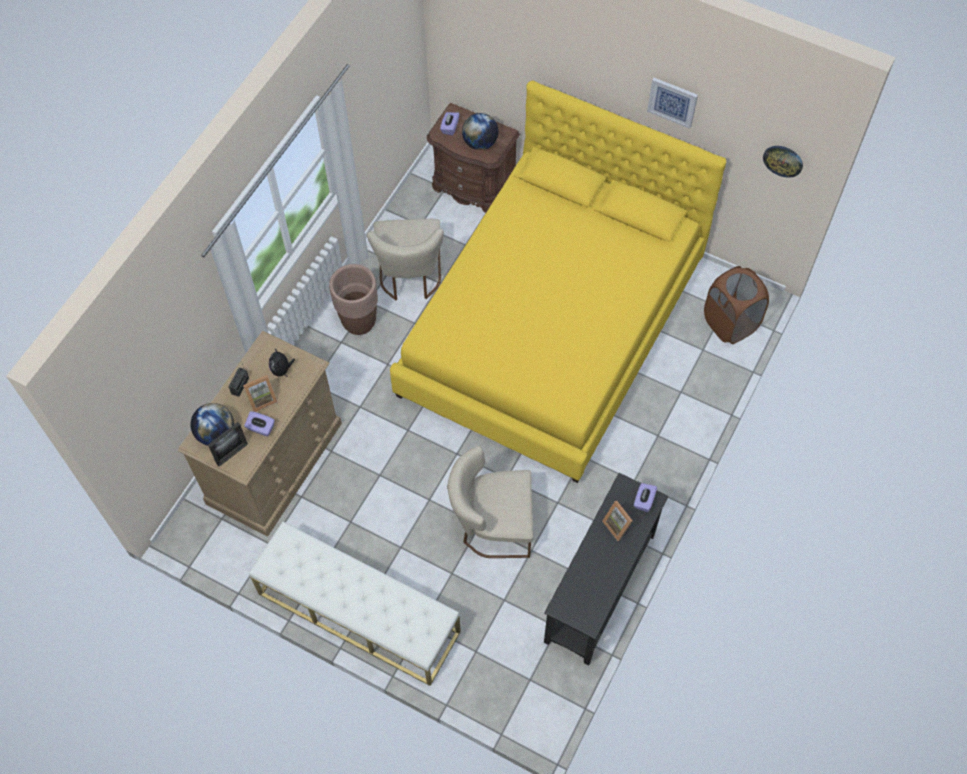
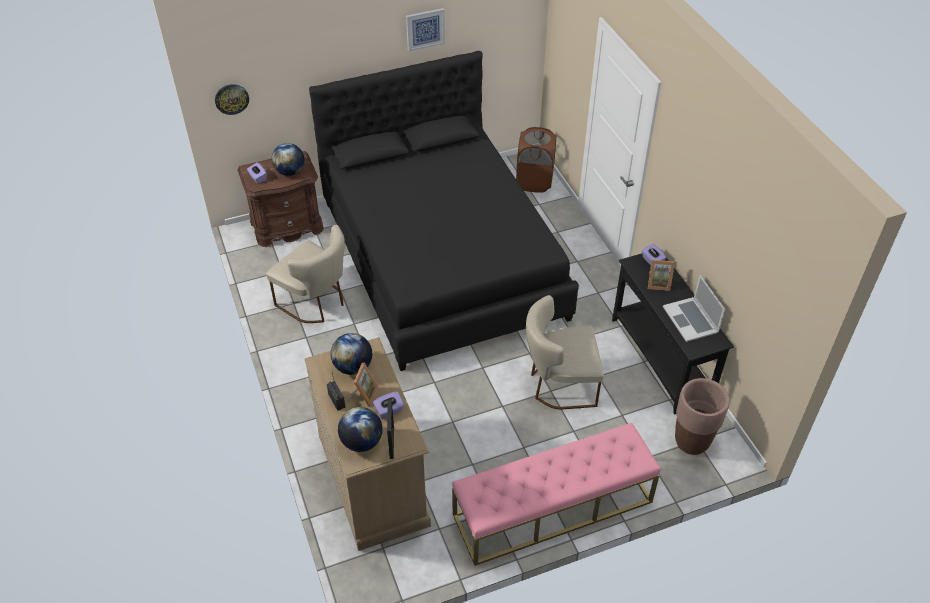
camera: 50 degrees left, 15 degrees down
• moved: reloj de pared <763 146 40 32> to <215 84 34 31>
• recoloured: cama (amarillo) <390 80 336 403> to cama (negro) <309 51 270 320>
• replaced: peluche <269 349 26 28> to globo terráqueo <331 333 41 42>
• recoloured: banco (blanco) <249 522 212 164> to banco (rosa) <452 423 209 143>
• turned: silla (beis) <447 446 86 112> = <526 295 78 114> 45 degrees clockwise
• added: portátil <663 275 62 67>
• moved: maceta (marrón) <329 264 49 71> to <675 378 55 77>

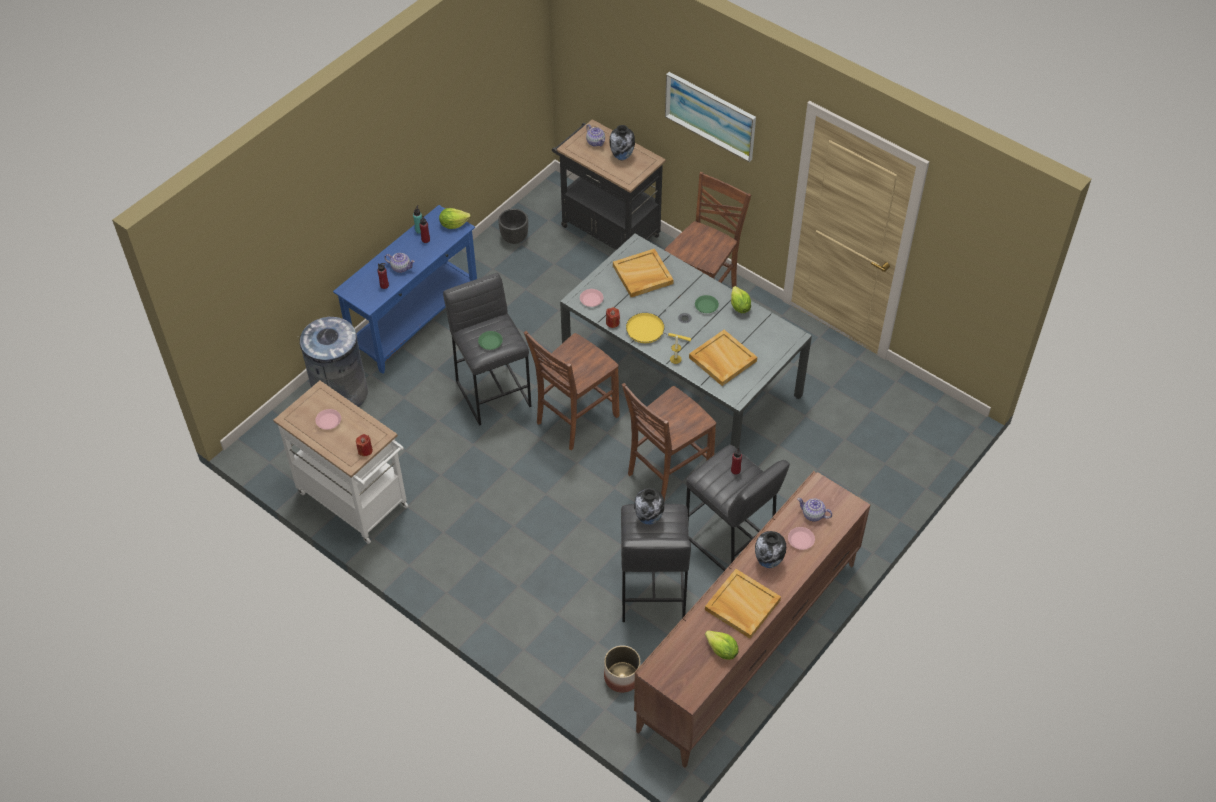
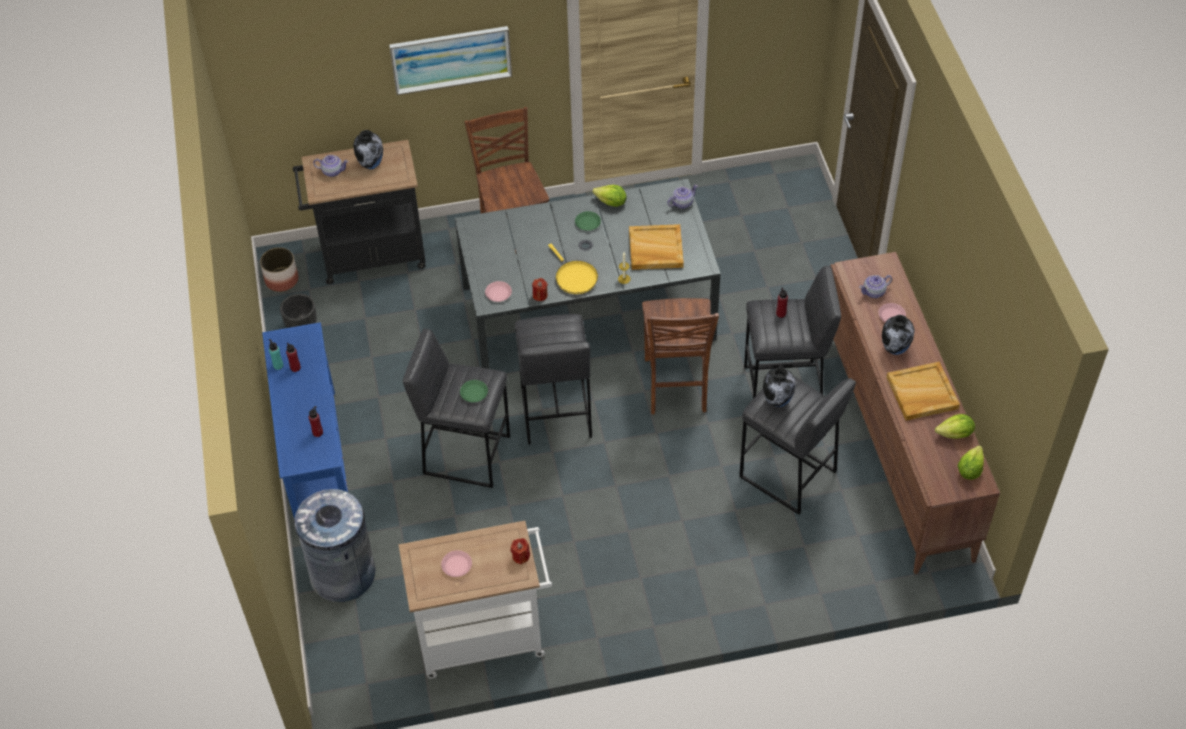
camera: 50 degrees left, 0 degrees up
• moved: maceta <604 645 37 48> to <260 247 38 45>
• replaced: silla (marrón) <524 331 96 119> to taburete (gris) <515 314 77 131>
• turned: sartén (amarillo) <626 313 65 30> = <548 244 50 50> 90 degrees counterclockwise
• moved: tetera <384 253 31 20> to <667 185 31 24>
• moved: lechuga <439 208 32 21> to <958 445 26 35>
• removed: bandeja (beis) <613 249 60 48>

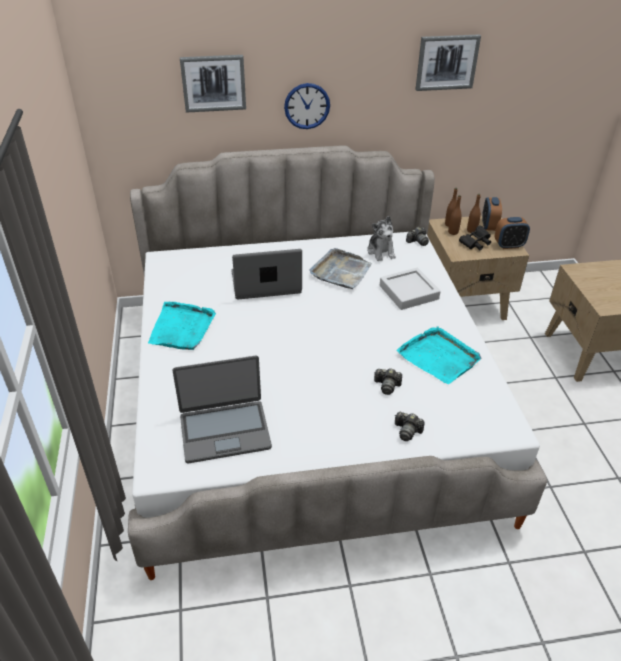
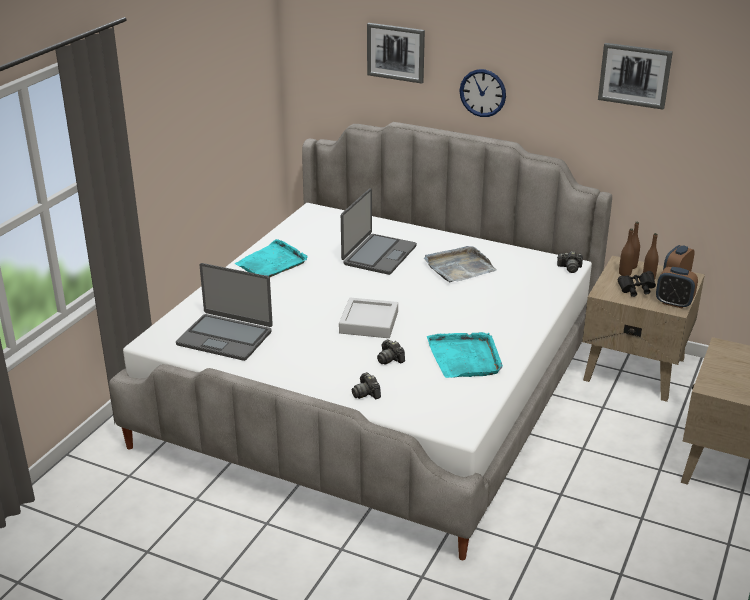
camera: 35 degrees right, 10 degrees down
• moved: bandeja (gris) <380 268 61 42> to <339 298 59 40>
• turned: portátil <232 249 70 50> = <341 188 76 87> 90 degrees clockwise
• removed: peluche <367 216 29 45>

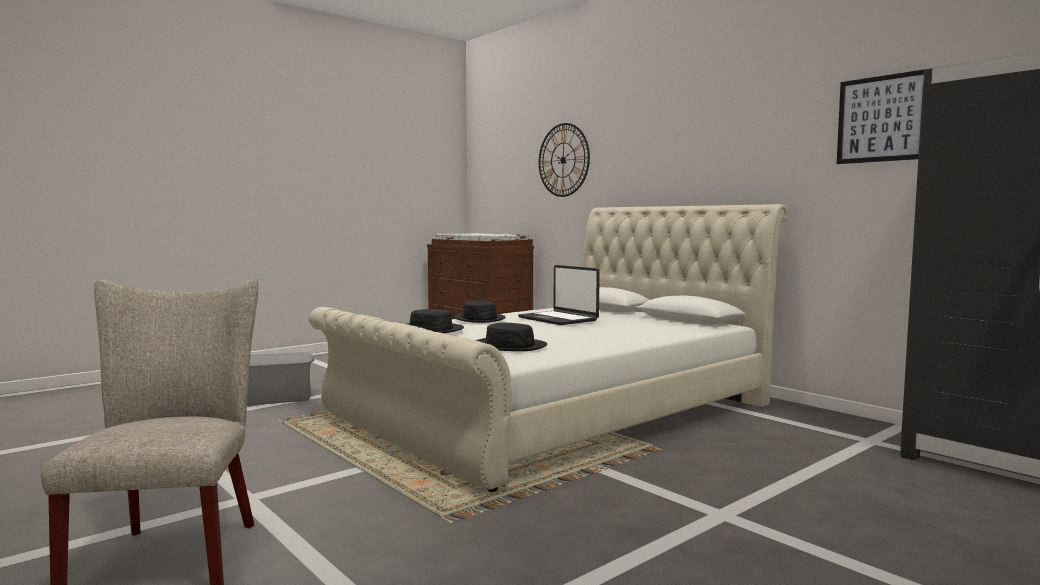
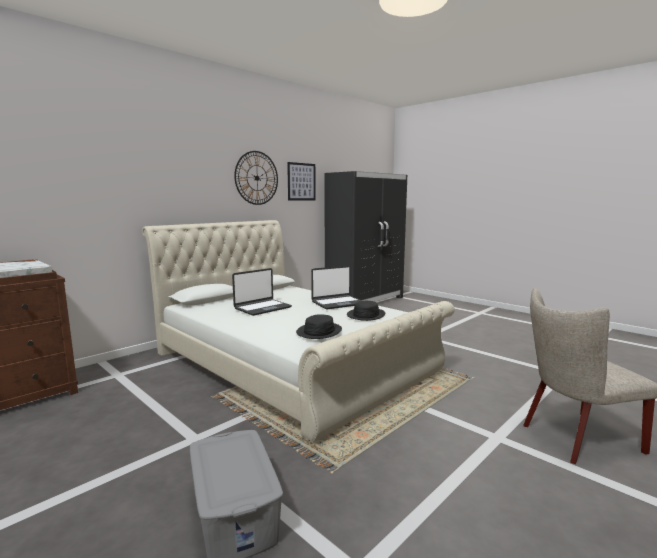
camera: 95 degrees left, 5 degrees up
• moved: reloj de pared <539 123 51 74> to <234 151 44 54>
• added: portátil <311 266 51 43>
• removed: sombrero (negro) <453 300 53 23>

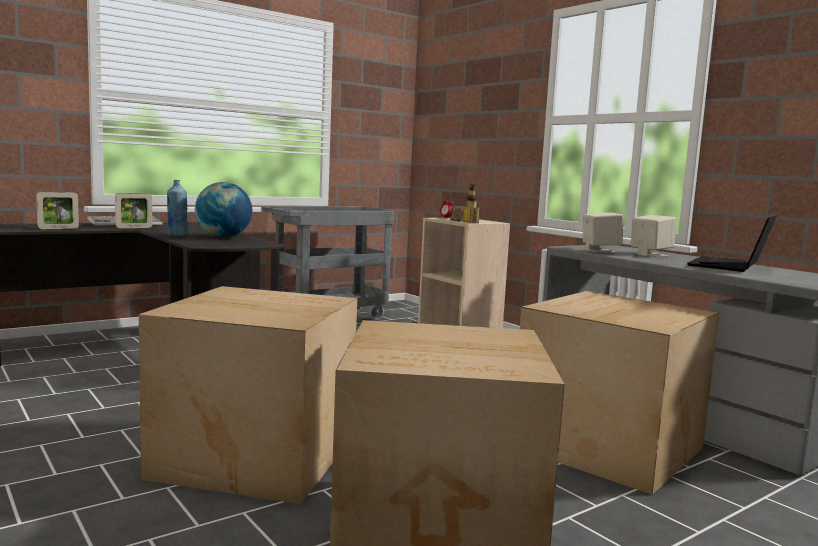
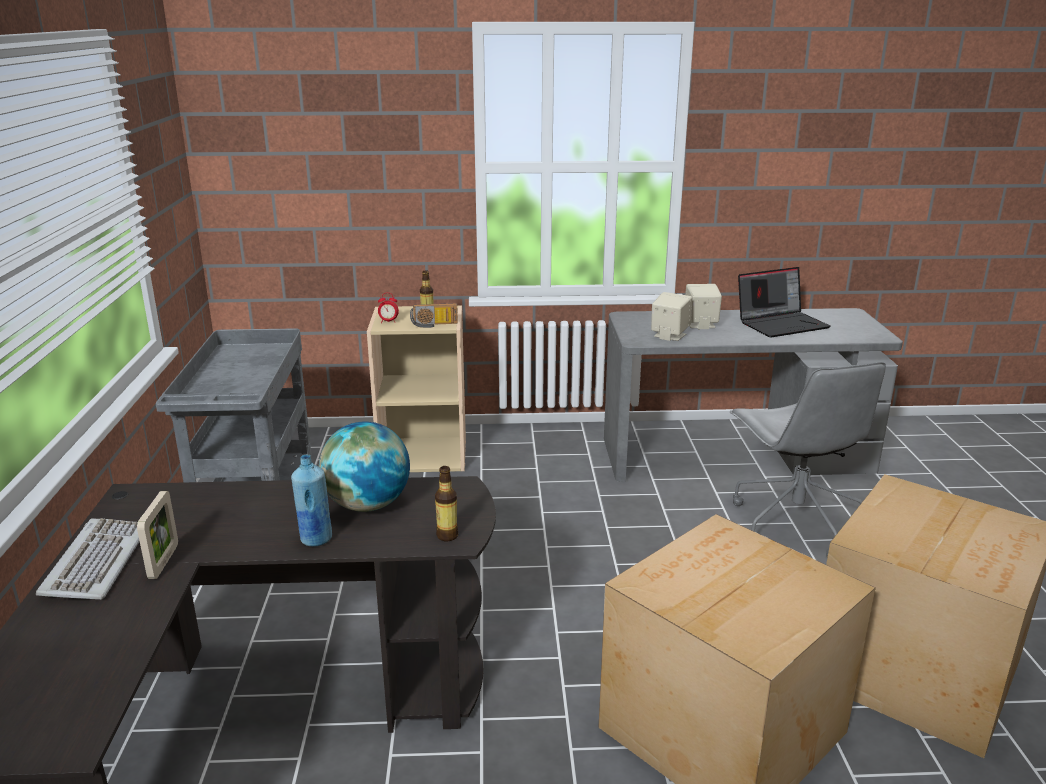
camera: 55 degrees left, 15 degrees up
• added: botella <435 466 23 75>
• replaced: caja de cartón <520 291 199 204> to silla de oficina (gris) <730 362 156 195>
• turned: portátil <687 214 90 58> = <738 267 93 71> 90 degrees counterclockwise
• removed: portarretratos <36 192 43 37>

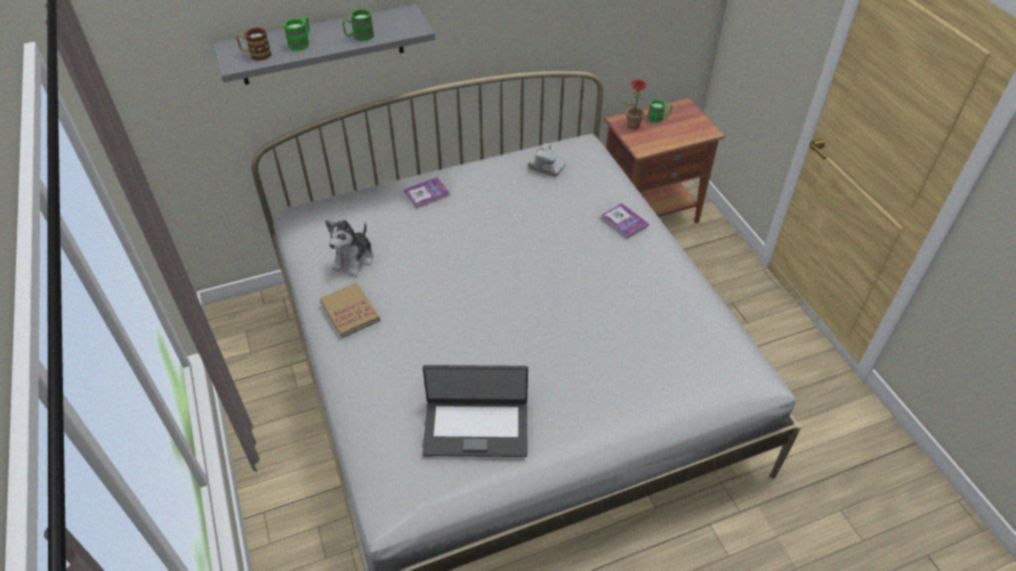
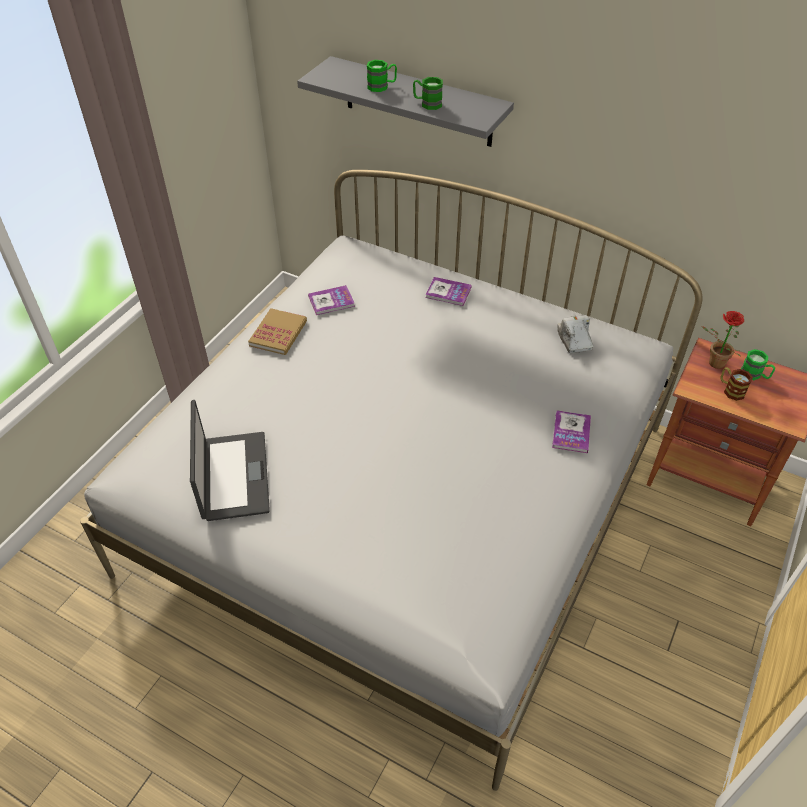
camera: 50 degrees right, 0 degrees up
• turned: portátil <422 365 106 92> = <190 400 80 121> 150 degrees counterclockwise
• replaced: peluche <325 220 48 57> to libro <308 285 47 30>
• moved: taza grande <236 27 36 34> to <720 367 33 34>

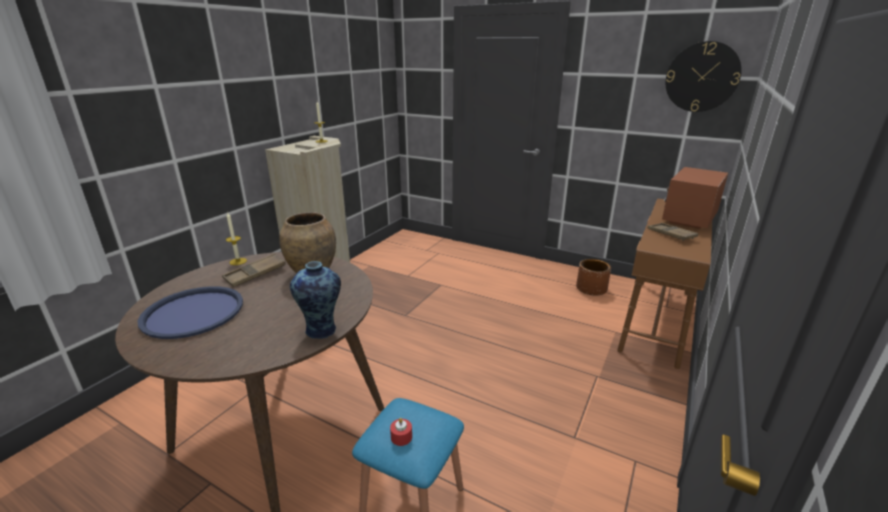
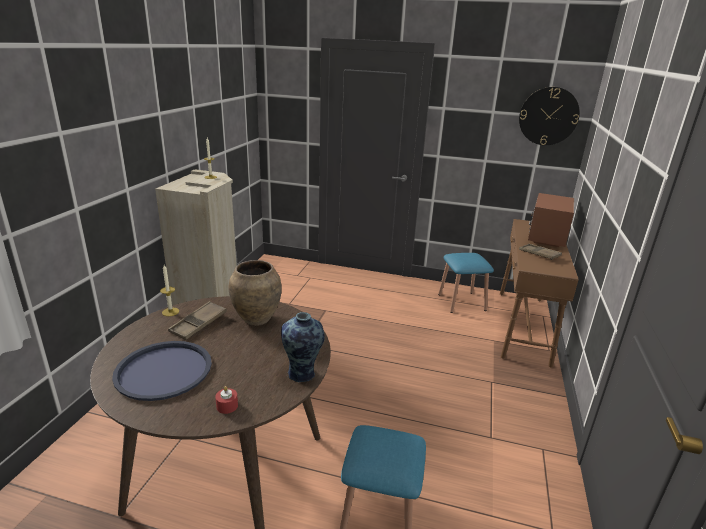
camera: 15 degrees left, 0 degrees up
• moved: vela (rojo) <390 418 22 28> to <215 386 23 28>
• replaced: maceta (marrón) <576 259 35 37> to taburete (azul) <438 253 56 60>

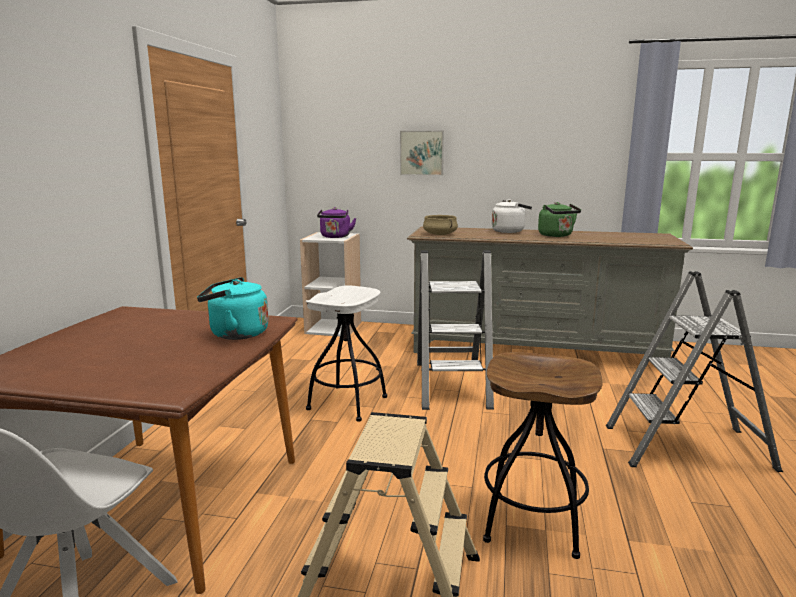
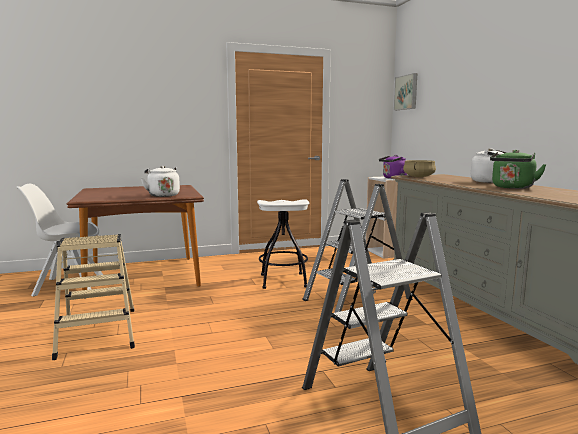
camera: 60 degrees right, 5 degrees down
• recoloured: hervidor (turquesa) <197 277 72 63> to hervidor (blanco) <141 166 39 31>
• moved: cuadro <400 131 44 45> to <394 73 23 37>
• removed: taburete (marrón) <483 352 120 207>

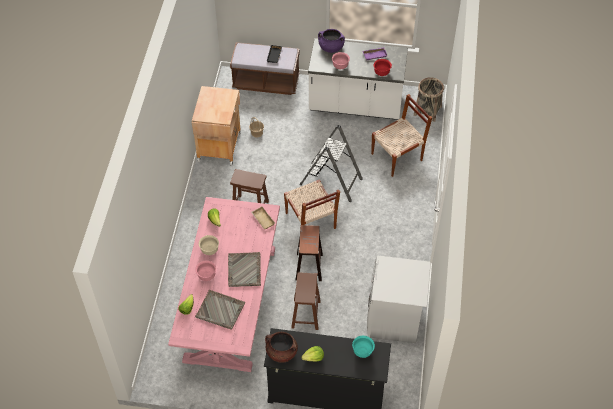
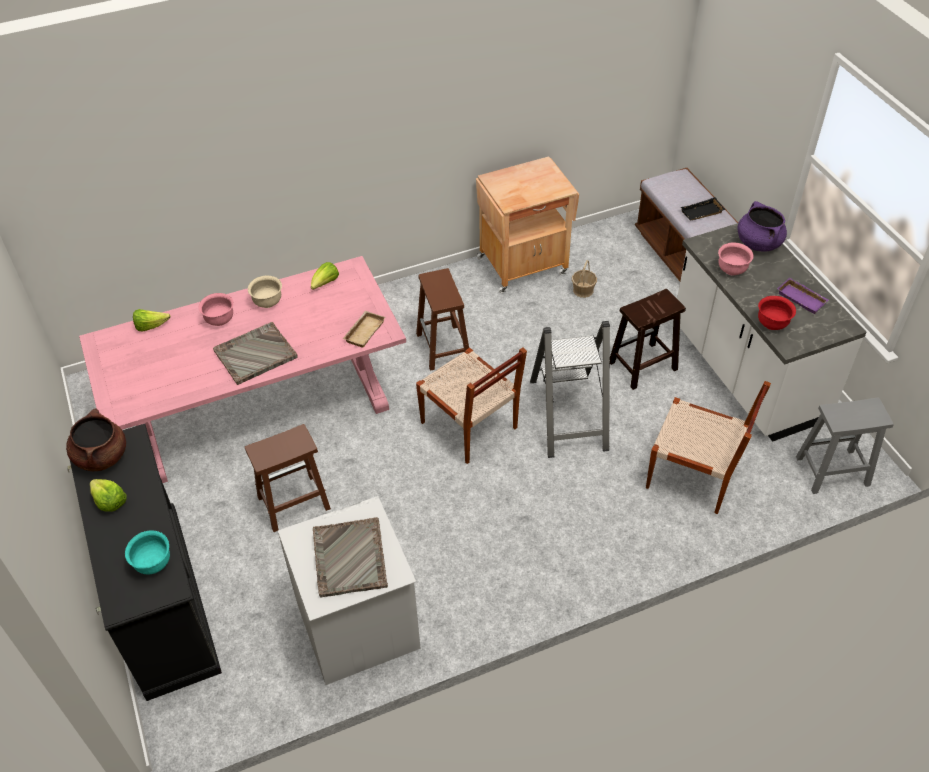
camera: 60 degrees right, 5 degrees down
• moved: bandeja (gris) <195 290 50 40> to <313 517 75 80>
• turned: silla <284 179 56 50> = <416 347 111 117> 75 degrees counterclockwise
• moved: taburete (marrón) <296 225 27 56> to <610 289 76 101>
• replaced: cesta <414 77 30 45> to taburete (gris) <796 398 98 96>

